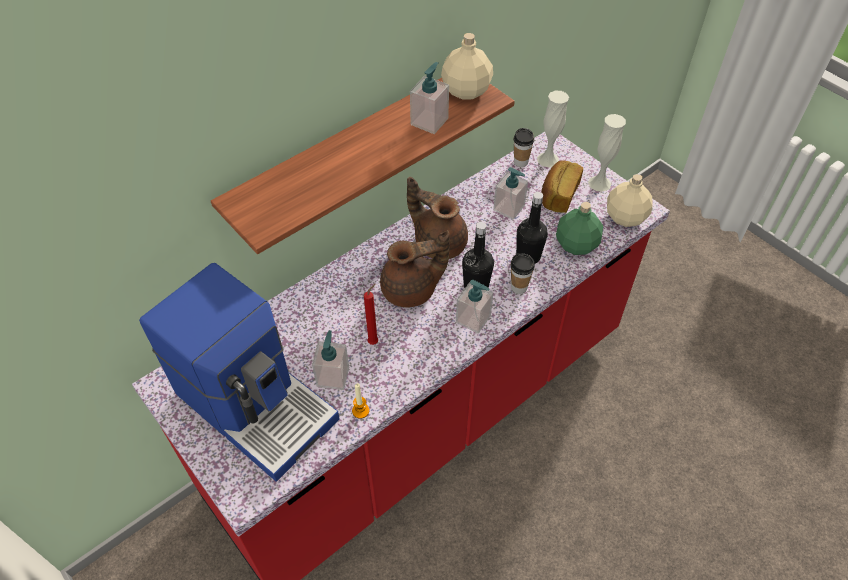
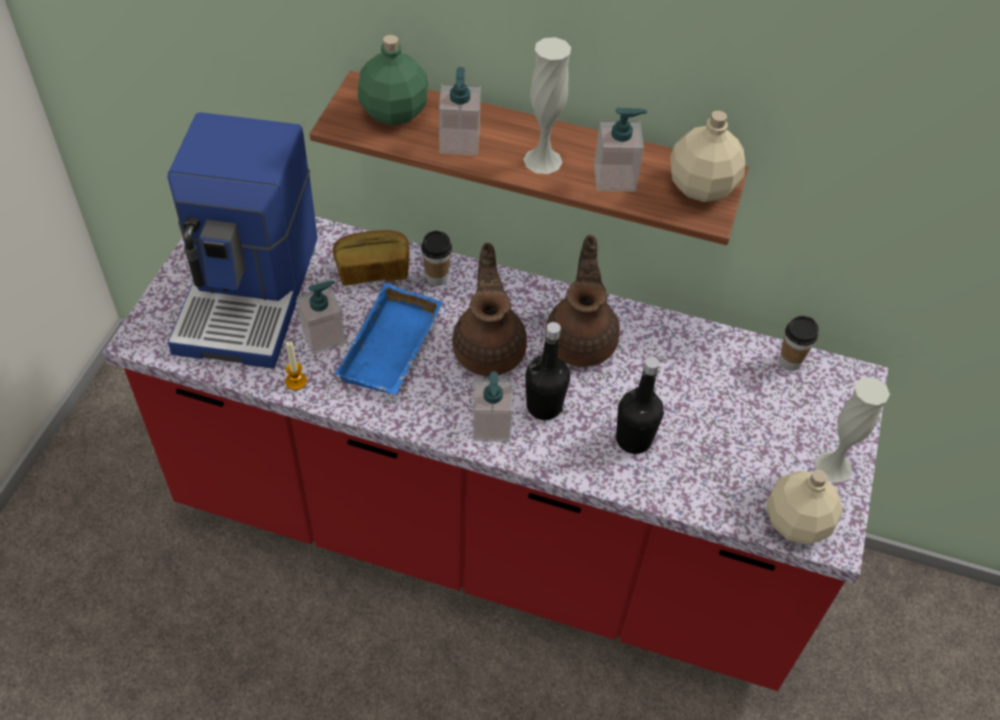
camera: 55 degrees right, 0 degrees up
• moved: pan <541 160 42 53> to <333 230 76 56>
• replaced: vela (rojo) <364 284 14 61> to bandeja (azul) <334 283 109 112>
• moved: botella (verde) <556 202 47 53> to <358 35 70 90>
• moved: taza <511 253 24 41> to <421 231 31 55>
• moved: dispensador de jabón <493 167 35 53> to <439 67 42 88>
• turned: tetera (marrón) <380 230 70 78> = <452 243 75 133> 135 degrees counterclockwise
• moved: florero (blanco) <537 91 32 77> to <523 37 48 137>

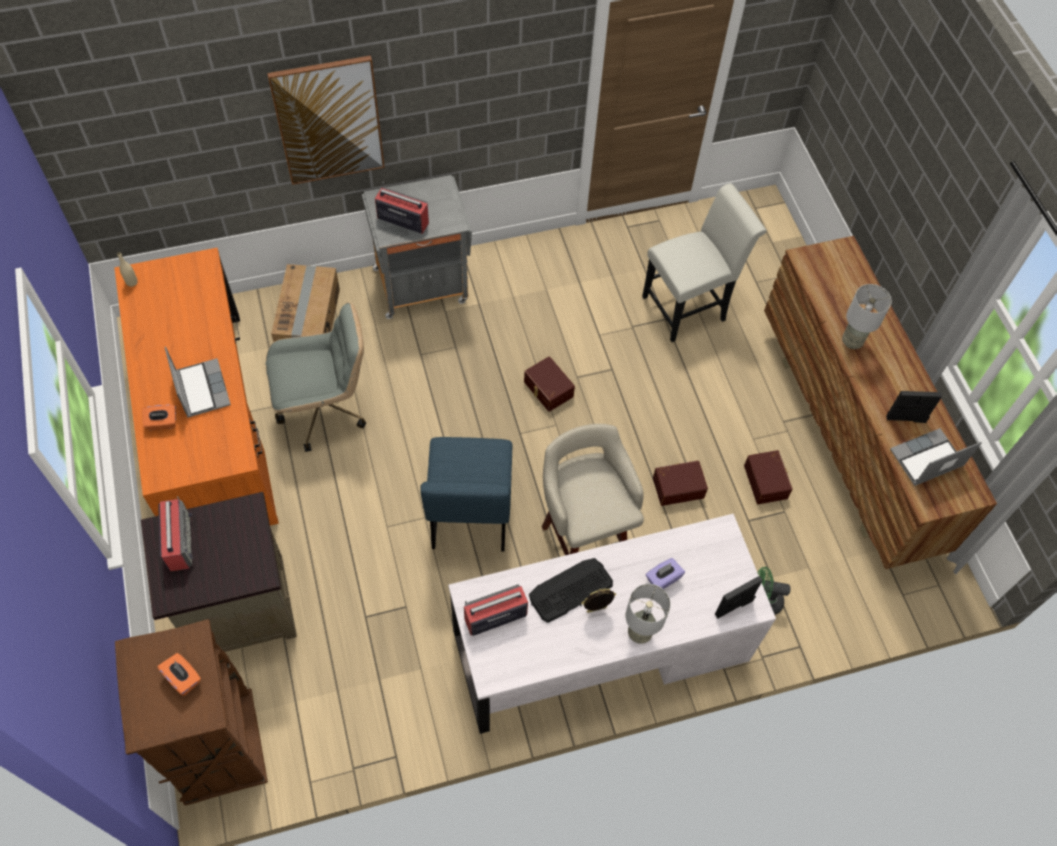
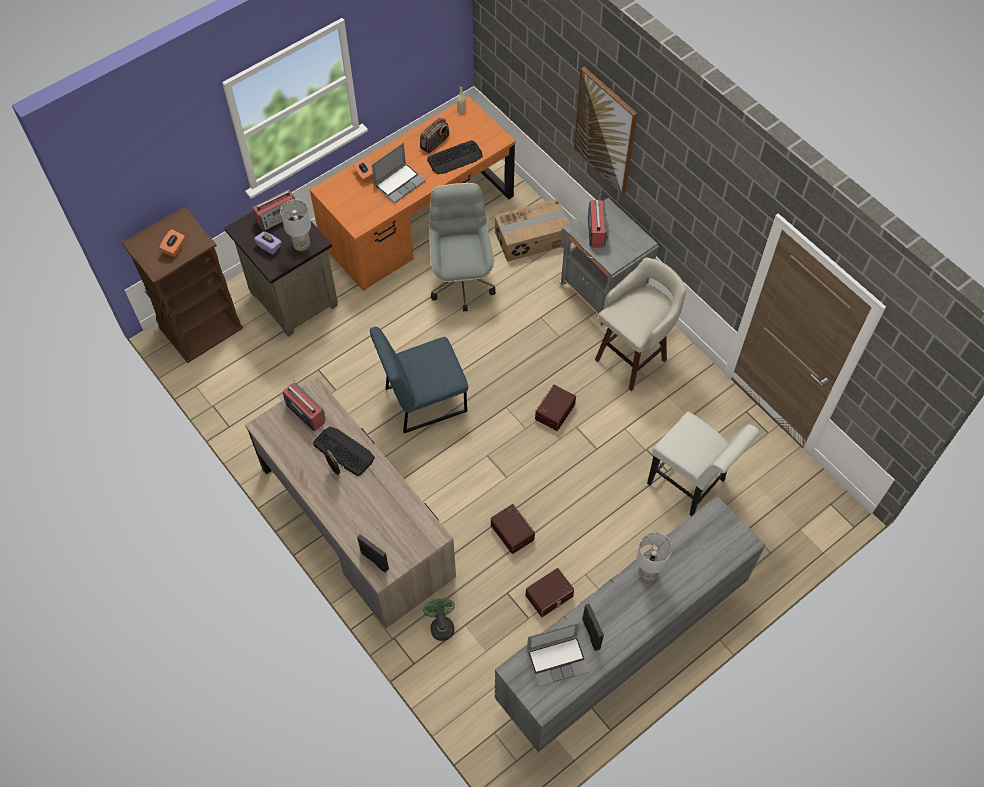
camera: 70 degrees right, 0 degrees up
• recoloured: escritorio (blanco) <448 514 328 220> to escritorio (marrón) <245 378 211 251>
• moved: caja de pañuelos (morado) <646 558 39 31> to <254 231 27 24>
• moved: lámpara de mesa (gris) <625 584 46 60> to <280 200 31 51>
• added: radio <420 118 29 36>
• added: teclado <427 140 56 34>
• turned: silla de oficina (gris) <266 302 100 150> = <429 183 67 129> 150 degrees counterclockwise
• recoloured: armario (marrón) <764 236 233 333> to armario (gris) <495 496 270 256>
• turned: portátil <890 428 92 58> = <527 622 62 65> 120 degrees clockwise
• moved: taburete (beis) <542 424 102 131> to <595 258 91 133>

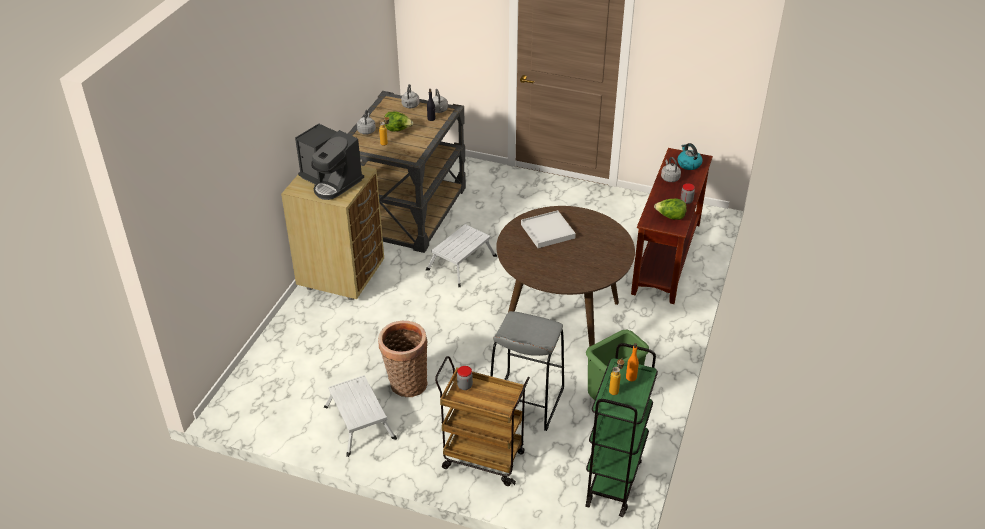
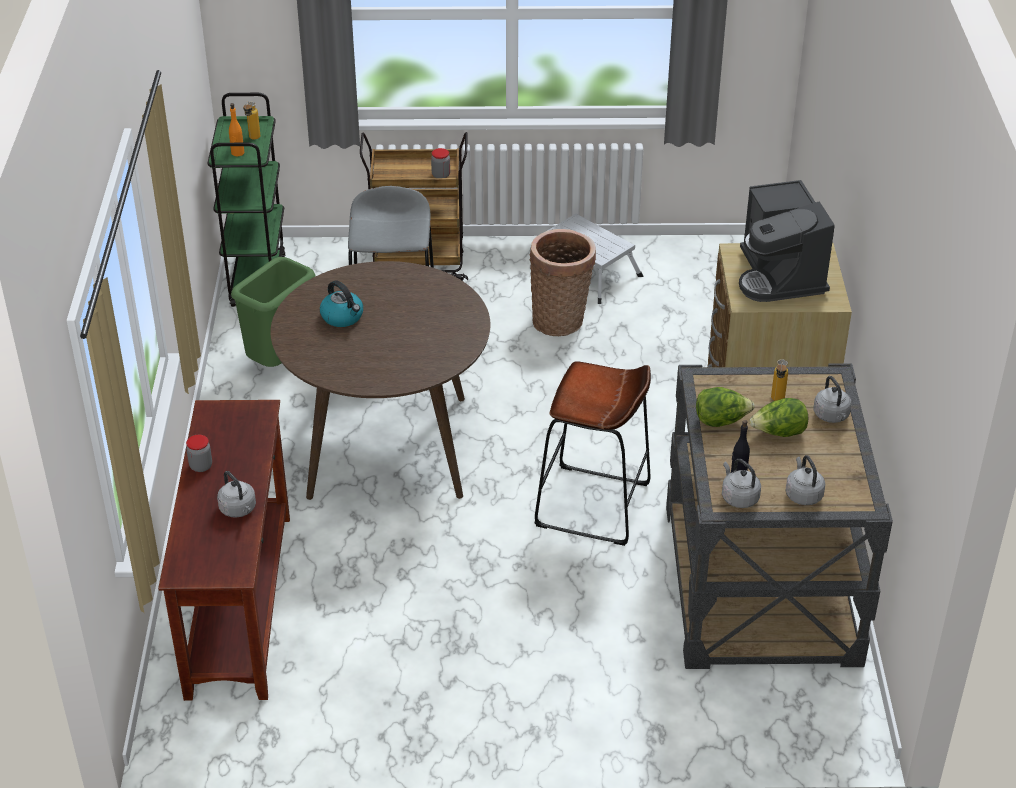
camera: 160 degrees right, 0 degrees up
• moved: hervidor <677 143 26 27> to <320 280 43 47>
• replaced: escalera de tijera (blanco) <426 224 71 63> to taburete (marrón) <534 361 117 185>
• moved: lechuga <654 199 33 21> to <696 387 59 40>
• turned: cafetera <295 124 69 76> = <739 180 96 122> 120 degrees counterclockwise
• removed: bandeja (blanco) <521 210 55 38>

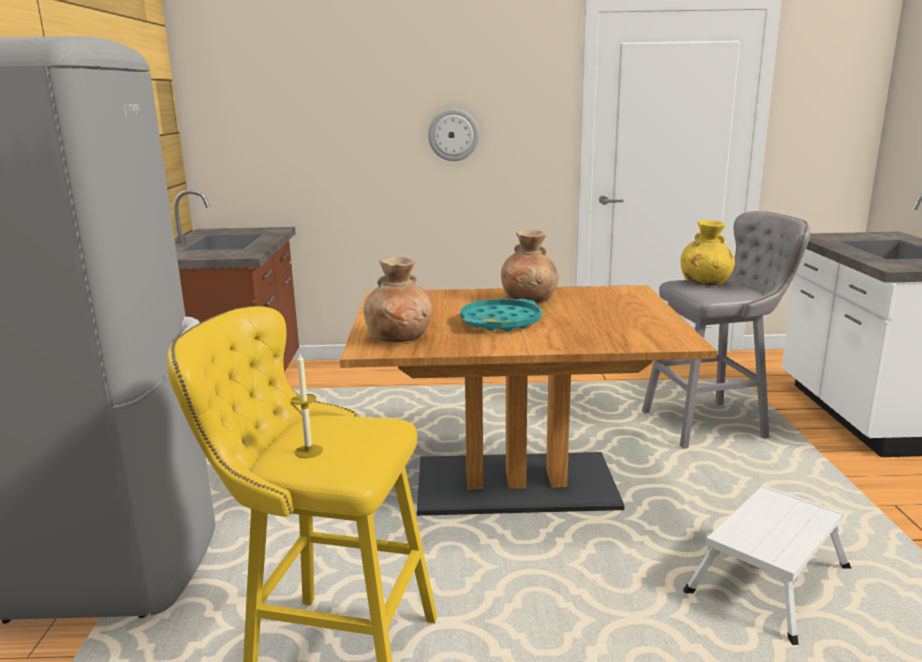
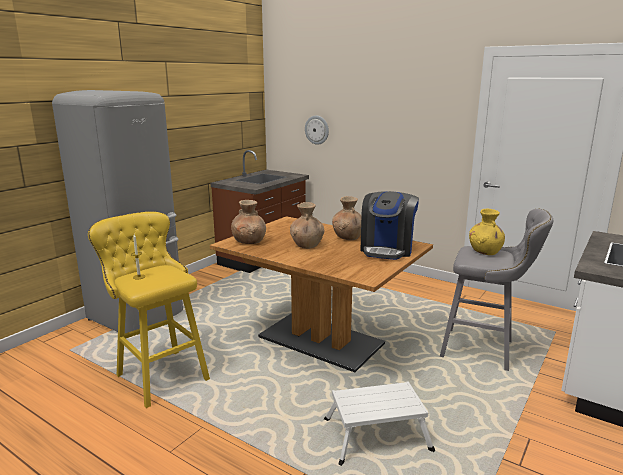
camera: 35 degrees right, 0 degrees up
• replaced: bandeja (turquesa) <460 299 82 33> to florero (marrón) <290 202 34 47>
• moved: reloj de pared <428 109 51 52> to <305 116 24 29>
• added: cafetera <360 191 59 69>

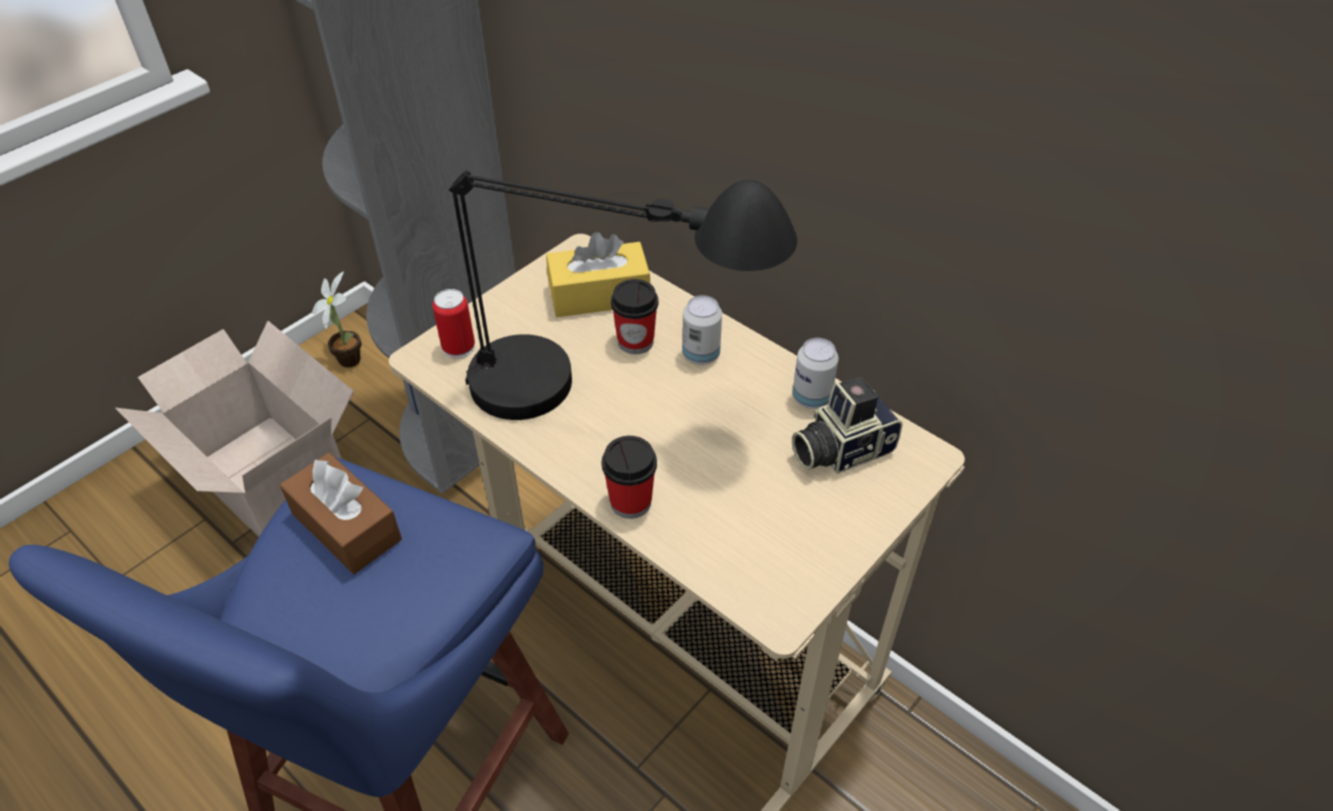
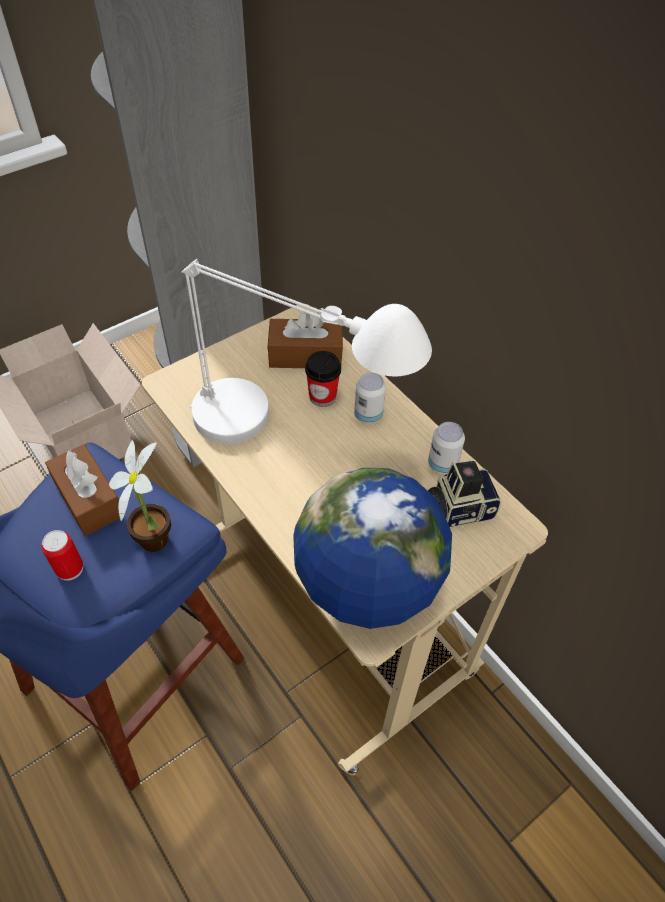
camera: 10 degrees right, 5 degrees up
• moved: lata <433 289 42 70> to <41 530 42 51>
• moved: planta en maceta <312 271 49 97> to <109 440 62 112>
• recoloured: lámpara de mesa (negro) <449 170 348 250> to lámpara de mesa (blanco) <181 259 251 185>
• recoloured: caja de pañuelos (amarillo) <546 232 104 85> to caja de pañuelos (marrón) <267 312 76 56>
• added: globo terráqueo <293 467 159 162>
• removed: taza <602 436 55 83>

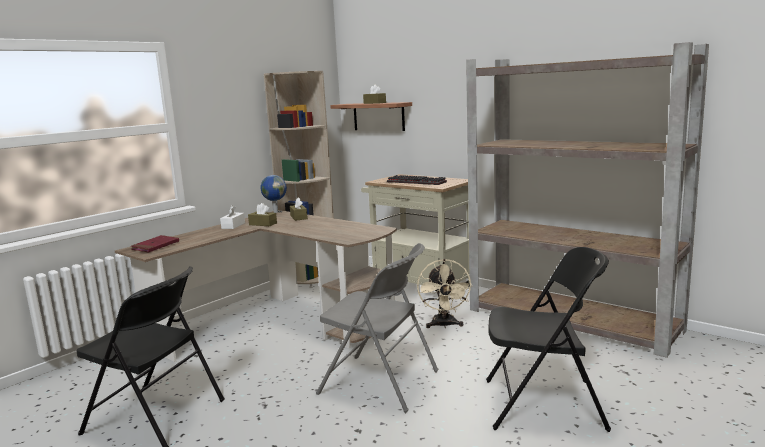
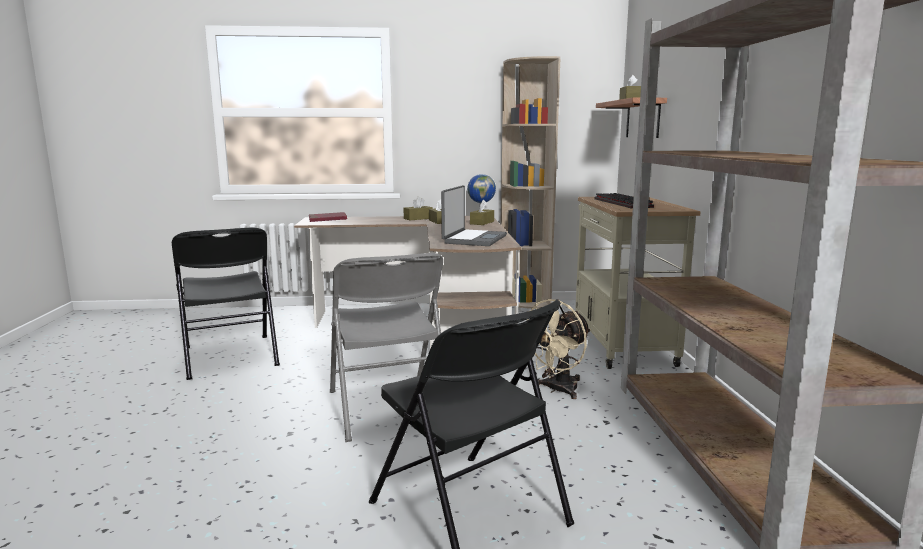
camera: 45 degrees right, 0 degrees up
• recoloured: caja de pañuelos (blanco) <220 205 25 24> to caja de pañuelos (marrón) <404 196 29 24>
• added: portátil <441 185 66 61>

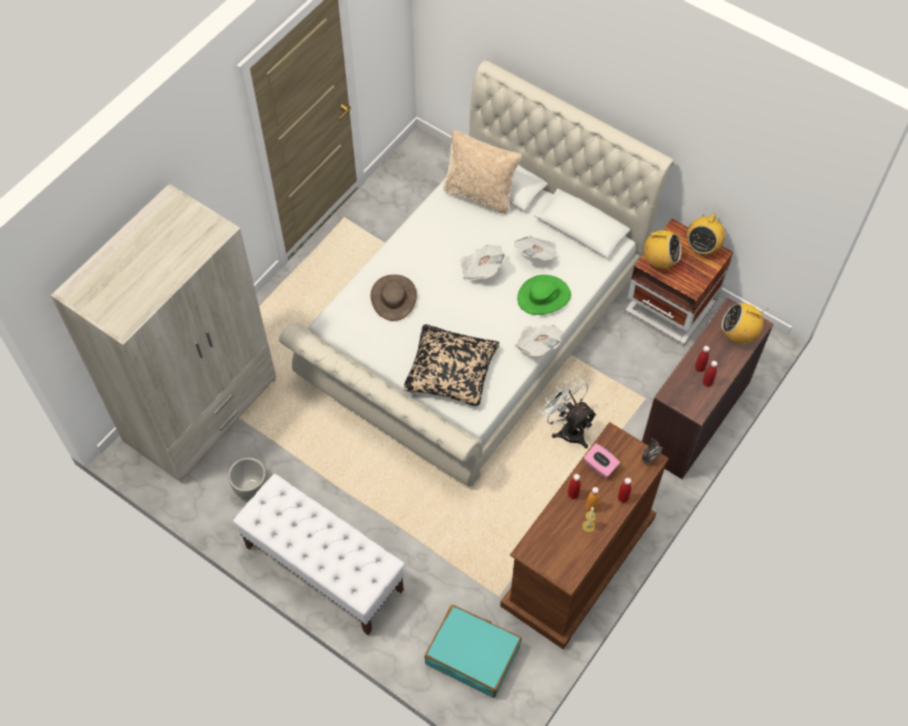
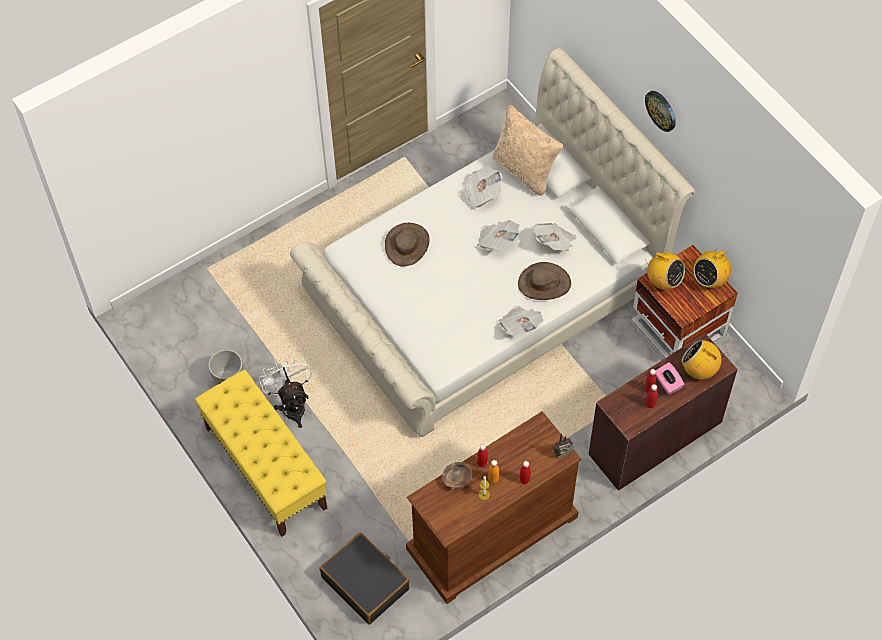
camera: 20 degrees right, 0 degrees up
• recoloured: banco (blanco) <233 474 172 161> to banco (amarillo) <195 370 132 167>
• moved: ventilador (blanco) <540 376 57 72> to <259 356 53 72>
• recoloured: maleta (turquesa) <424 605 98 93> to maleta (negro) <320 533 90 92>
• added: cuenco (marrón) <442 462 31 28>
• added: periódico <458 166 45 44>
• recoloured: sombrero (verde) <517 275 54 40> to sombrero (marrón) <518 262 53 38>
• added: reloj de pared <645 91 31 41>
• moved: caja de pañuelos (rosa) <584 443 36 35> to <656 362 28 33>
• removed: armario ropero (beis) <51 184 225 299>
• removed: cojín (negro) <403 324 97 82>

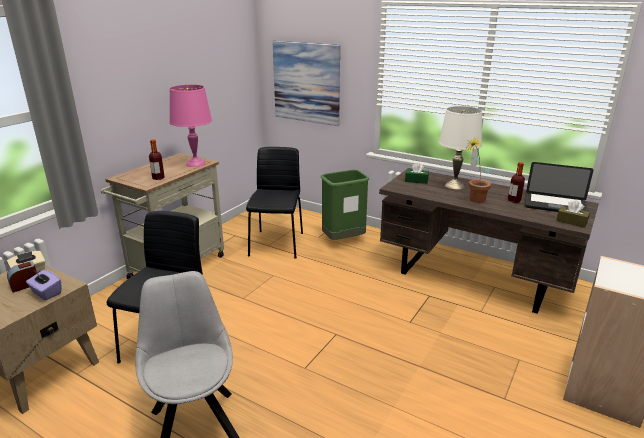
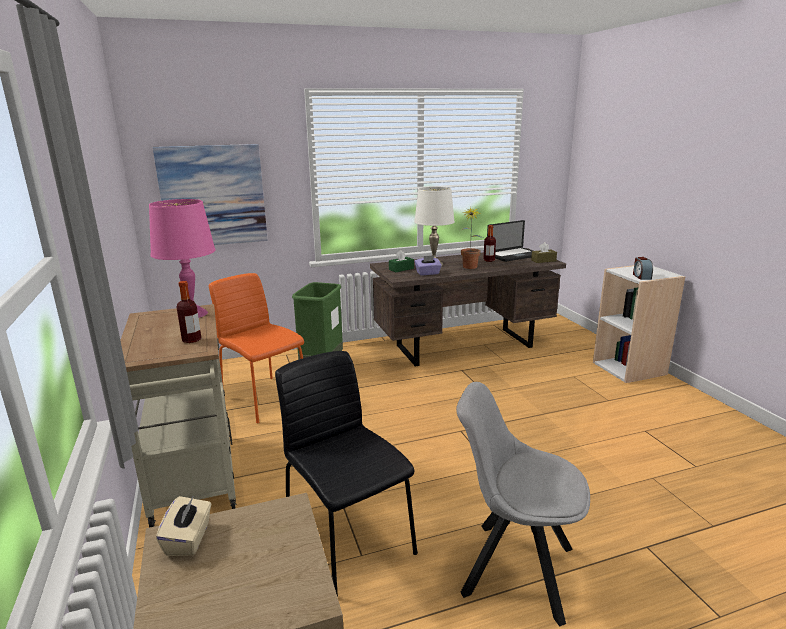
camera: 50 degrees left, 5 degrees down
• recoloured: silla (negro) <246 147 57 112> to silla (naranja) <209 273 95 150>
• moved: caja de pañuelos (morado) <26 270 35 30> to <415 256 27 19>
• moved: despertador <7 261 30 31> to <633 257 20 23>

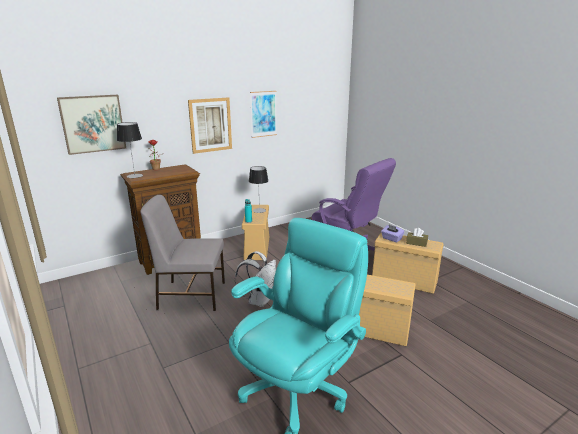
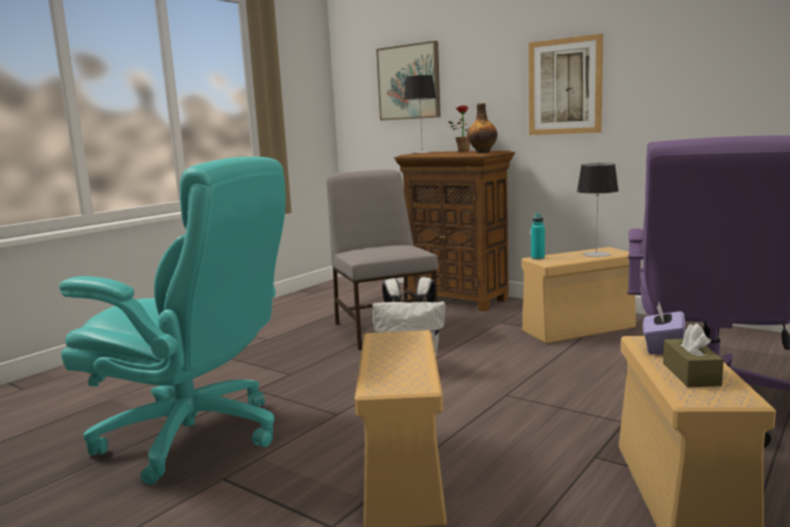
camera: 70 degrees right, 10 degrees down
• added: botella <467 103 31 50>
• removed: cuadro <250 91 27 47>

